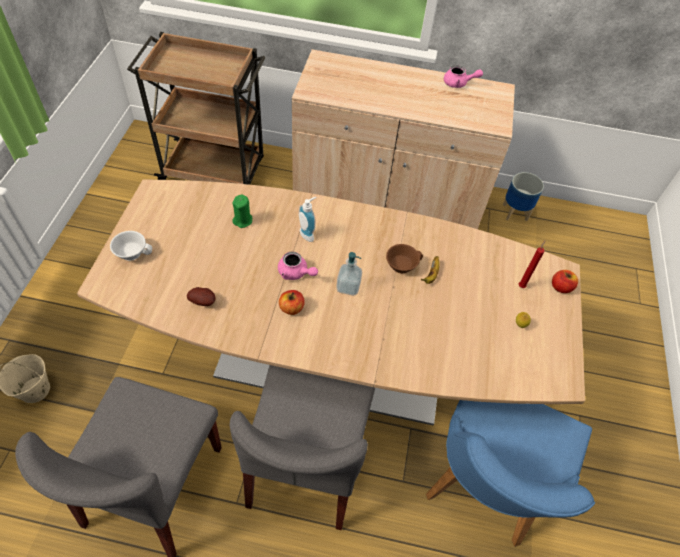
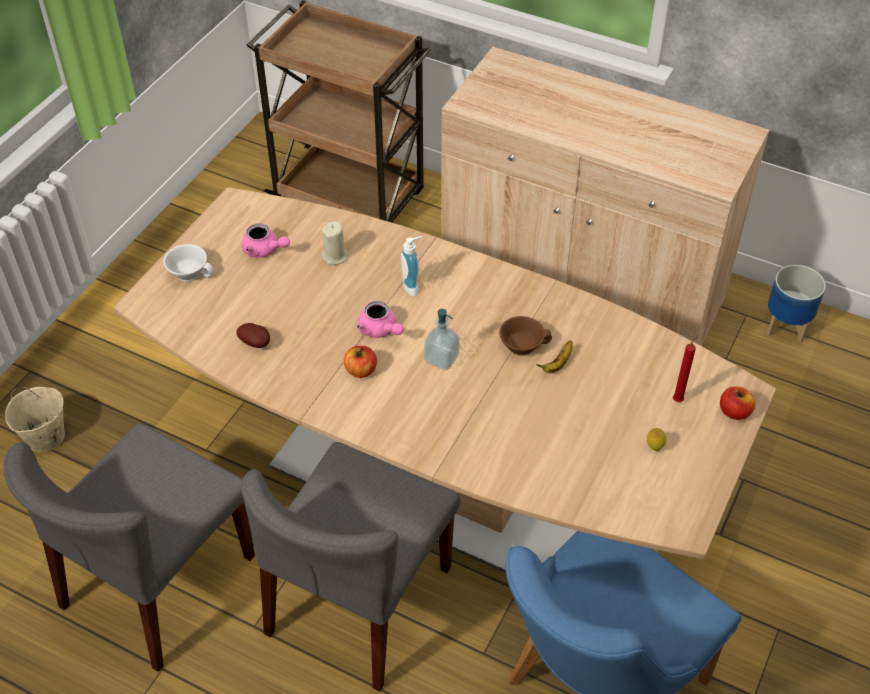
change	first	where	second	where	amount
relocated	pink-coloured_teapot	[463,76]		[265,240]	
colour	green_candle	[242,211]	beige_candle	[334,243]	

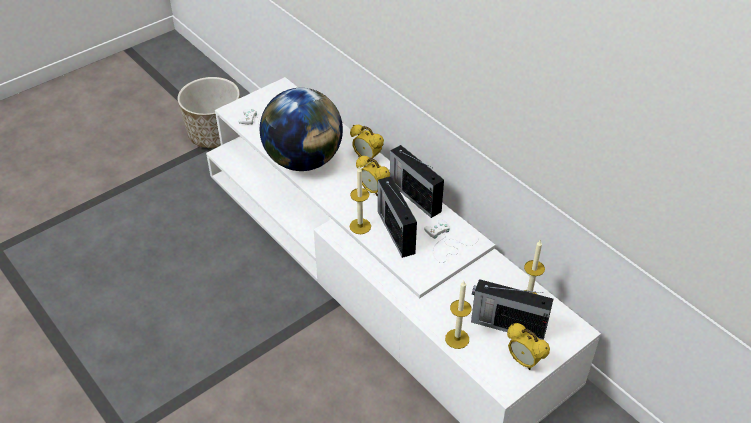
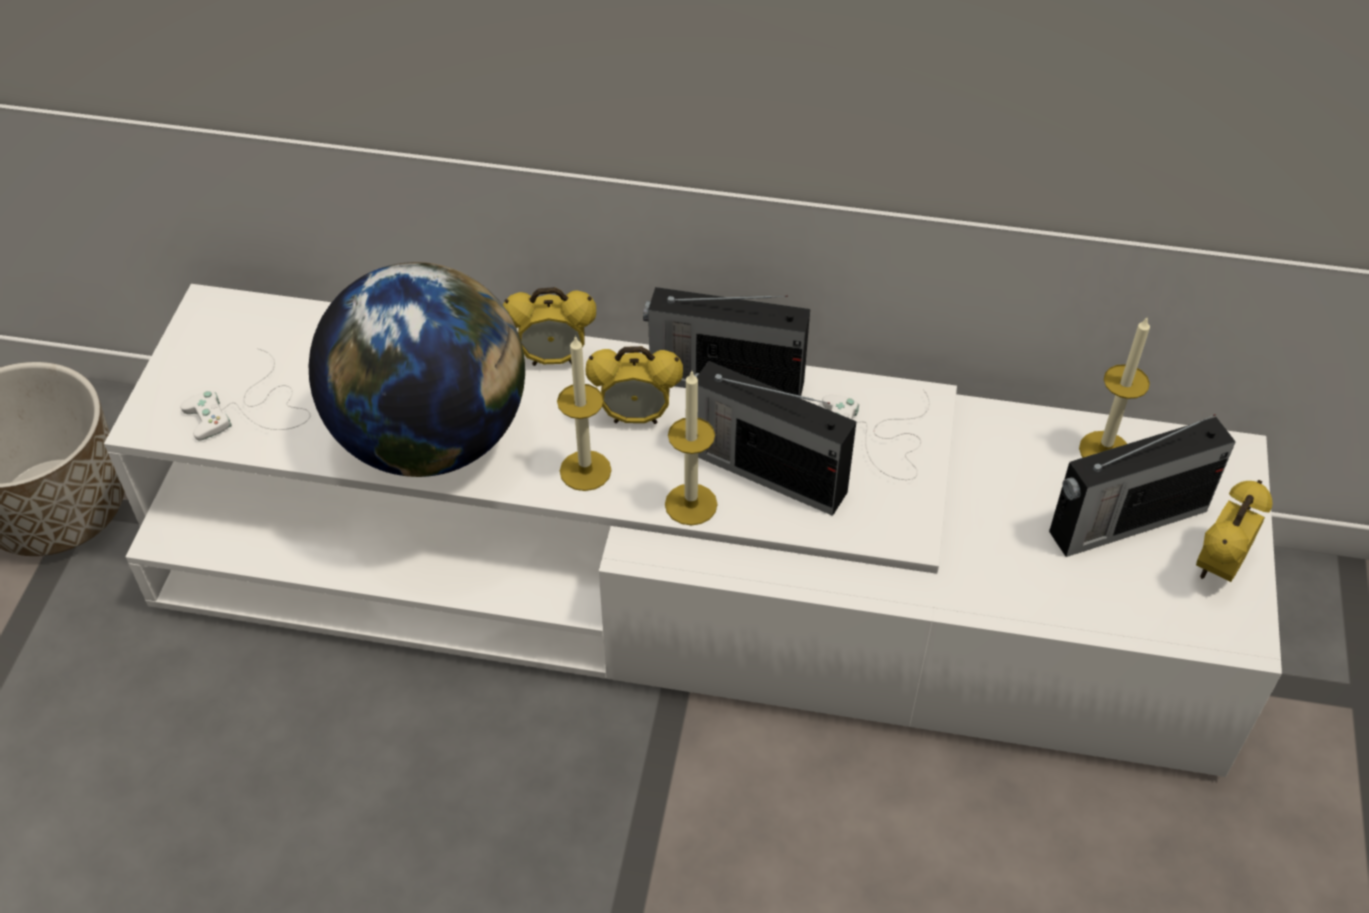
change	first	where	second	where	amount
relocated	candle	[458,315]		[584,413]	
spun	bedside_clock	[528,346]		[1234,531]	120 degrees clockwise

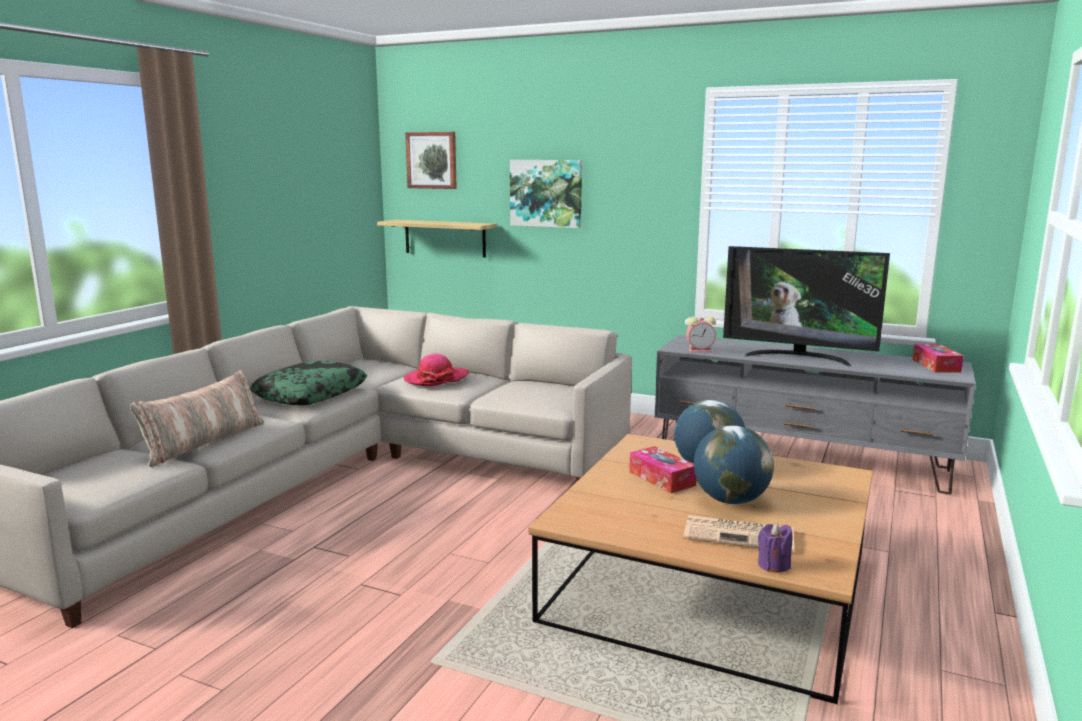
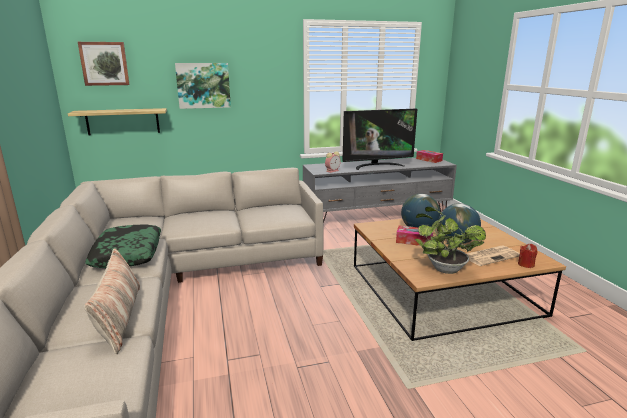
change	first	where	second	where	amount
missing	clothing_hat	[436,370]			
appeared			plant_in_a_pot	[450,240]	
colour	purple-coloured_candle	[775,547]	reddish_candle	[528,256]	

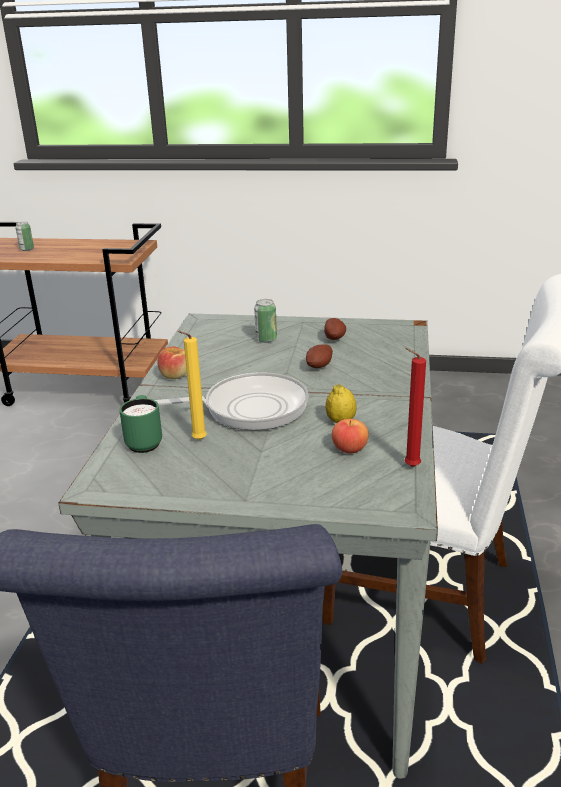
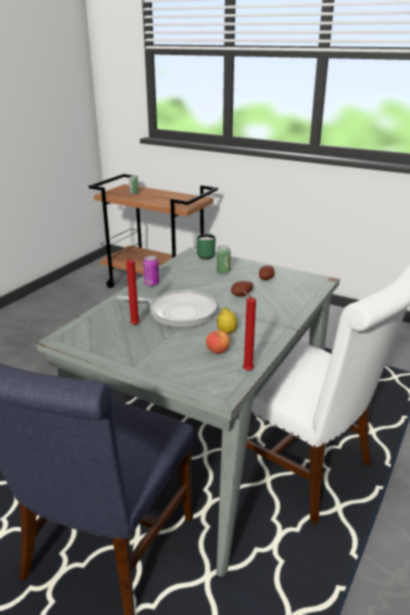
change	first	where	second	where	amount
relocated	green_tea_mug	[140,424]		[206,246]	
exchanged	whole_apple	[172,362]	can	[151,271]	
colour	yellowish_candle	[192,385]	reddish_candle	[130,289]	

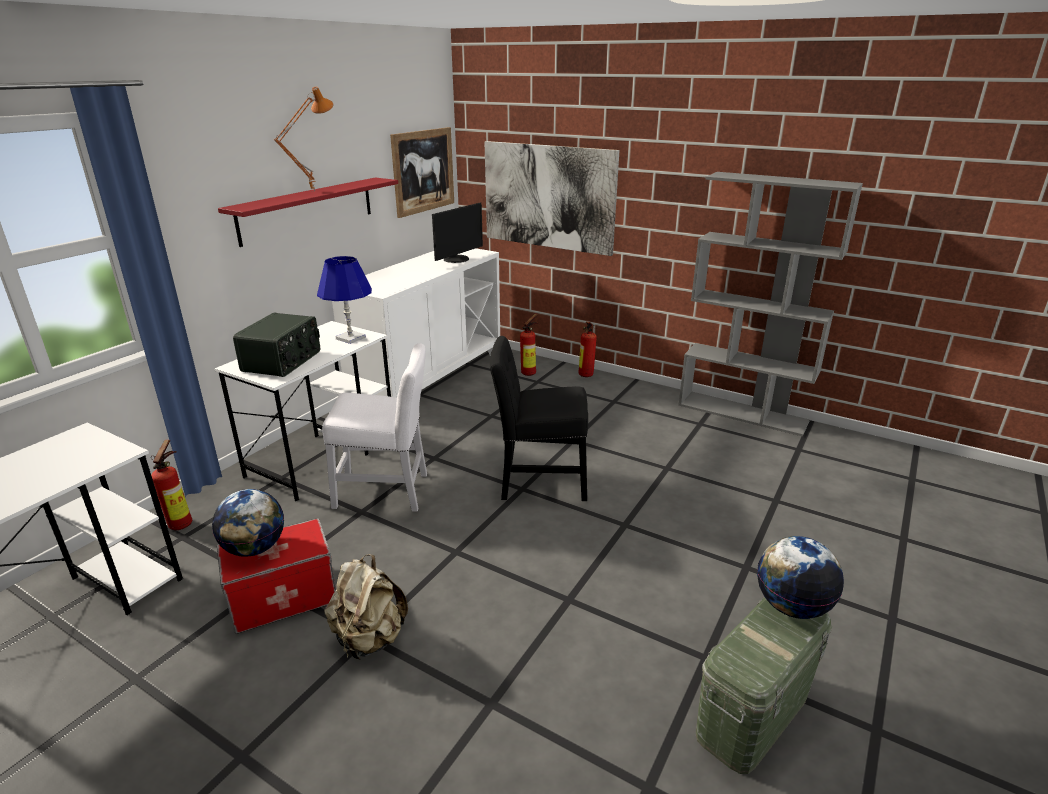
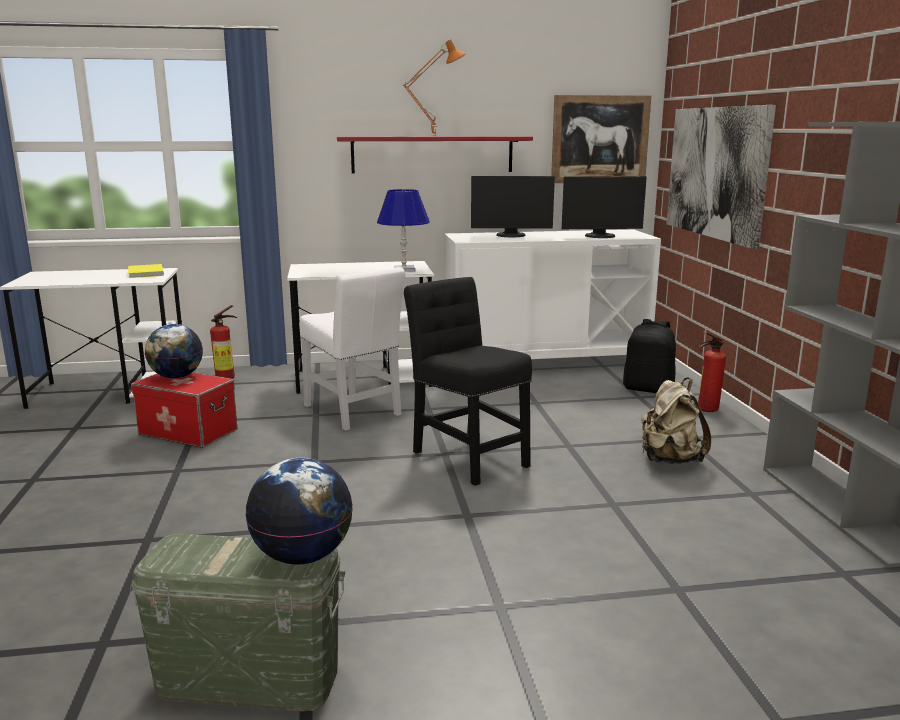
change	first	where	second	where	amount
missing	radio	[276,345]			
appeared			yellowish_book	[146,271]	
appeared			monitor	[513,206]	
relocated	beige_rucksack	[366,607]		[676,420]	
exchanged	extinguisher	[530,345]	blackish_rucksack	[649,356]	

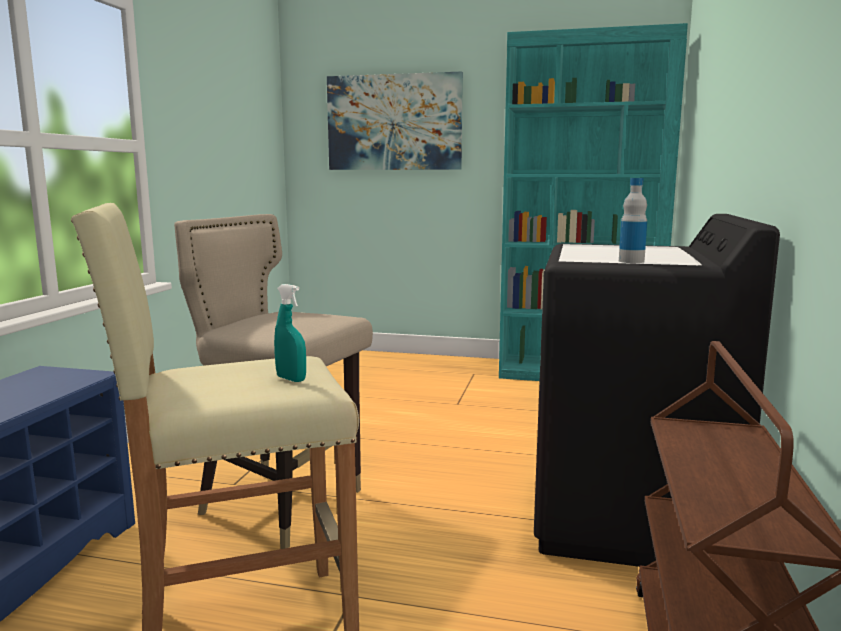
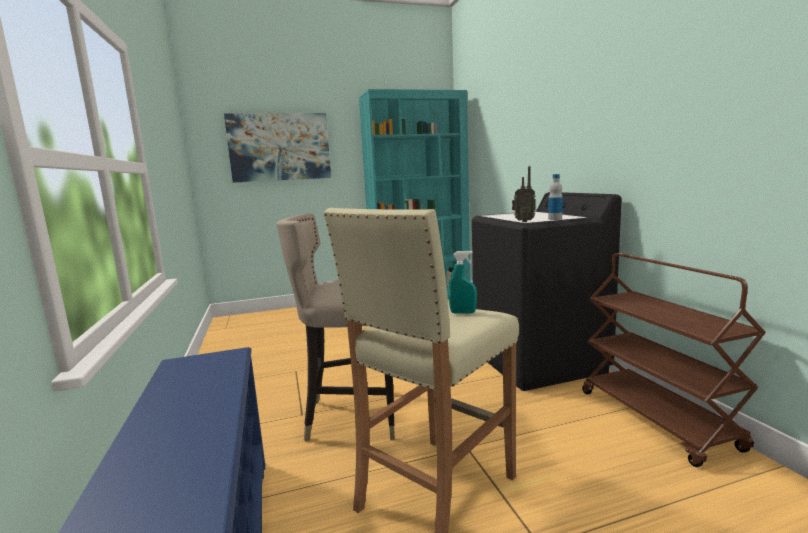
change	first	where	second	where	amount
appeared			radio	[523,194]	

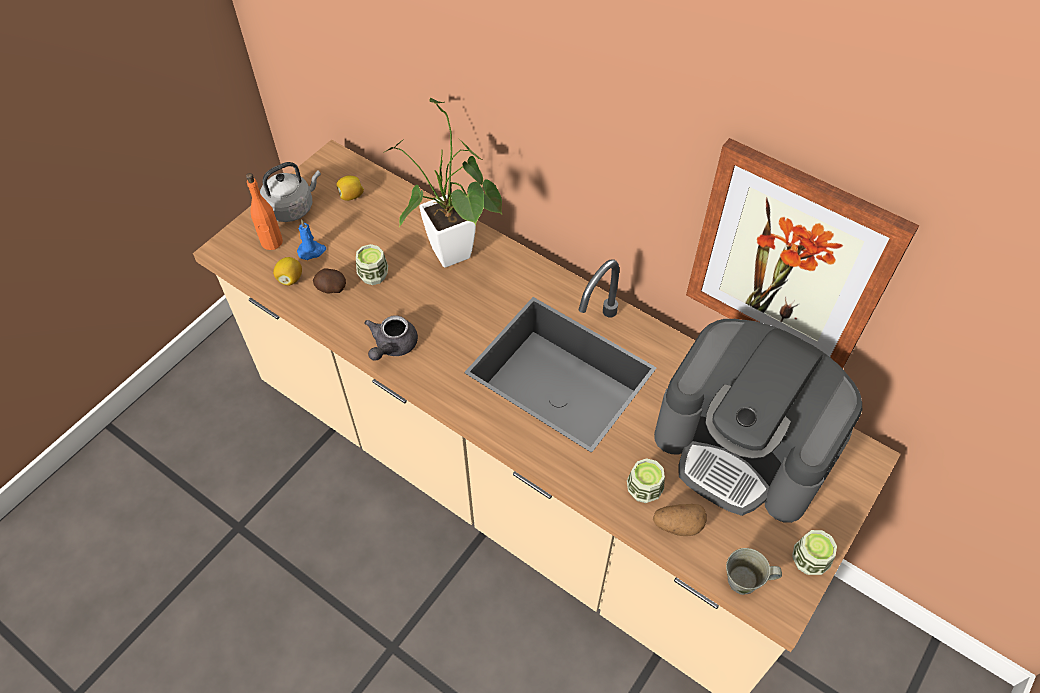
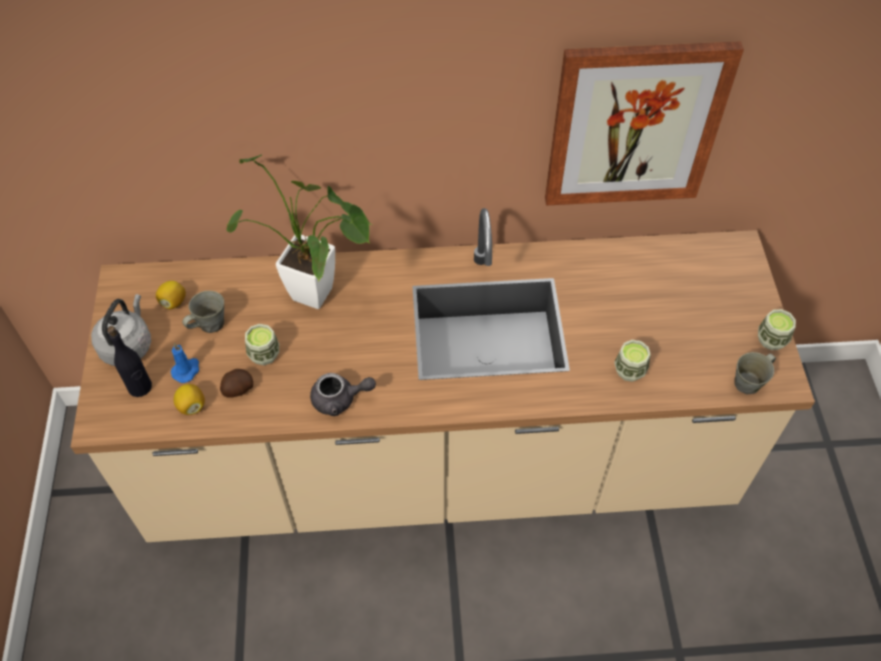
change	first	where	second	where	amount
missing	potato	[680,520]			
missing	coffee_maker	[758,421]			
appeared			grey_tea_mug	[203,312]	
colour	orangey_drink_bottle	[264,211]	blackish_drink_bottle	[129,361]	
spun	grey_teapot	[391,338]		[343,394]	75 degrees counterclockwise

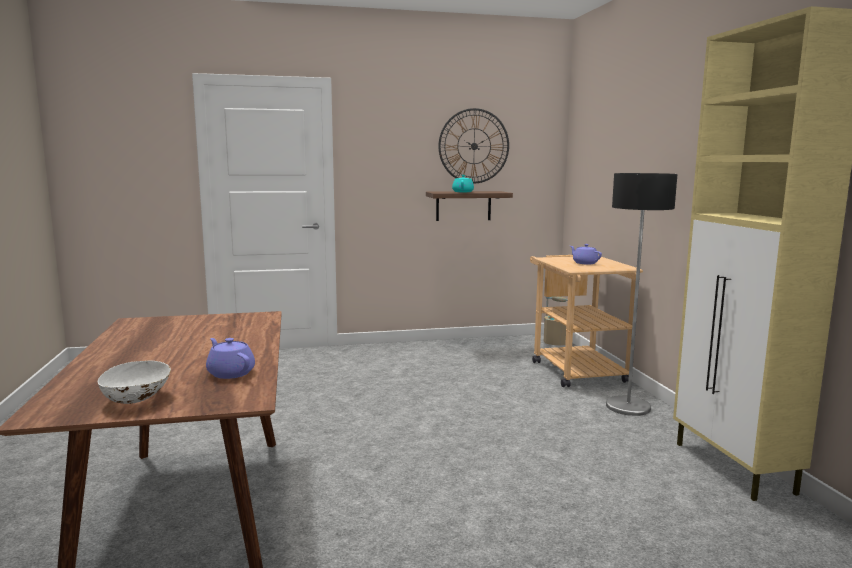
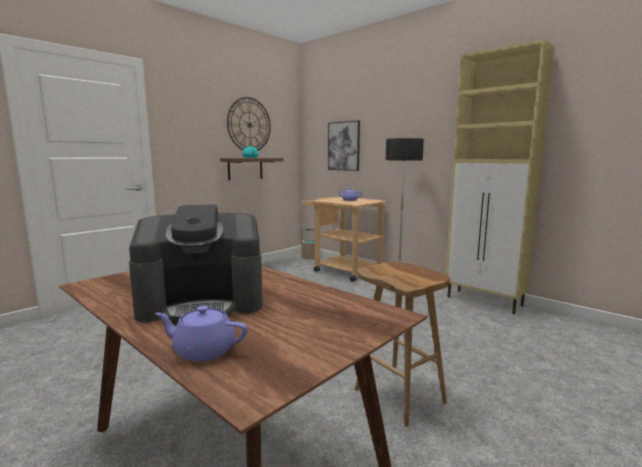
change	first	where	second	where	amount
missing	white-coloured_bowl	[134,382]			
appeared			coffee_maker	[196,264]	
appeared			wall_picture	[344,145]	
appeared			brownish_stool_seat	[402,344]	
relocated	purple-coloured_teapot	[230,358]		[201,334]	

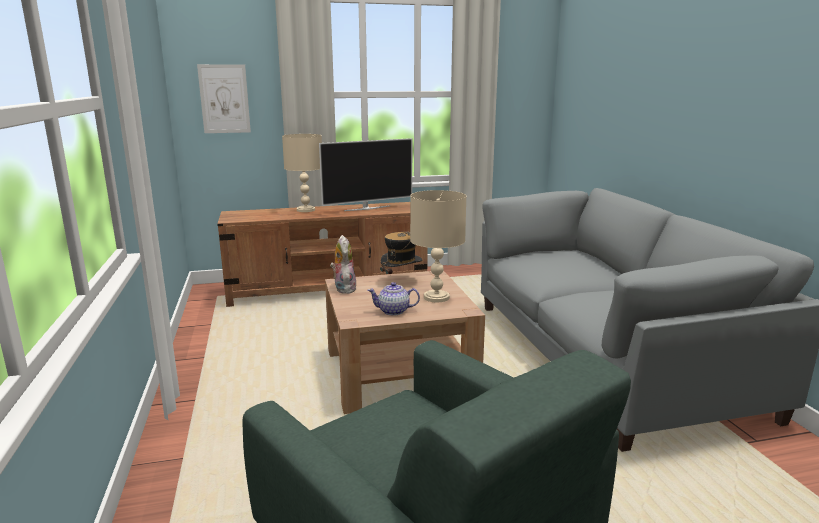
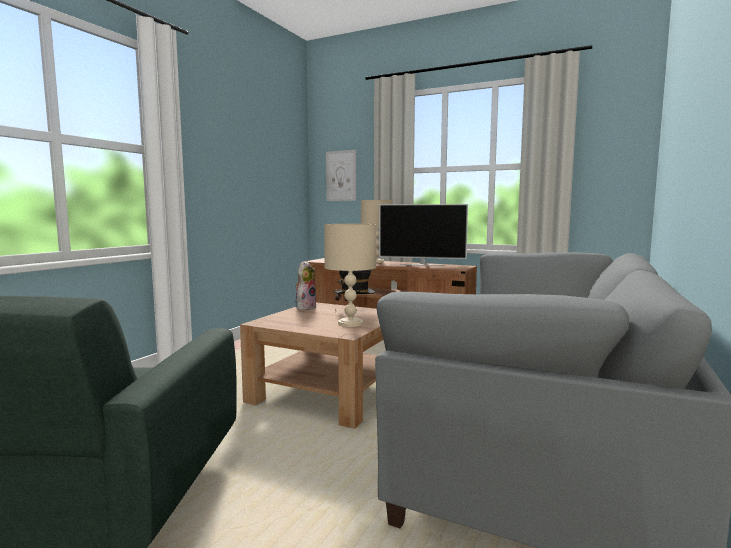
change	first	where	second	where	amount
missing	teapot	[394,299]			

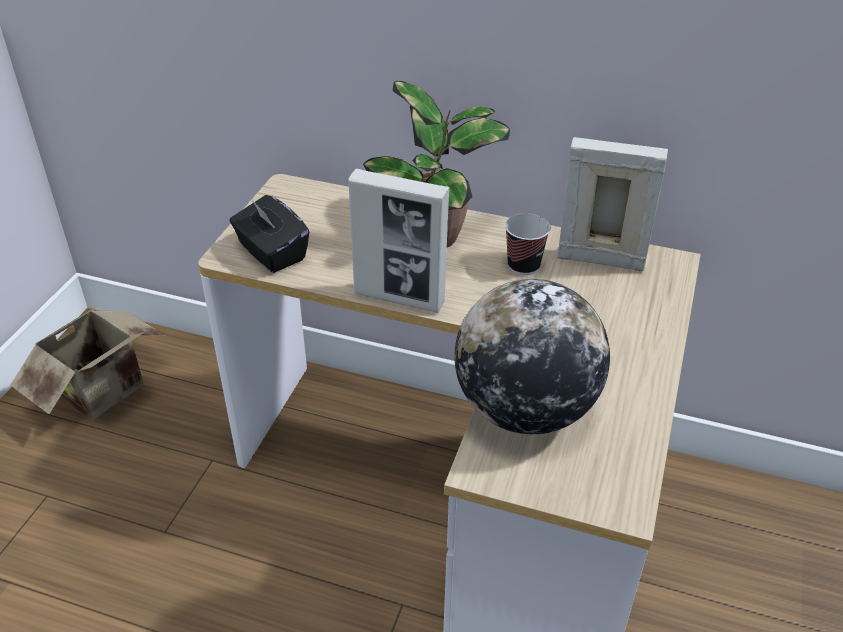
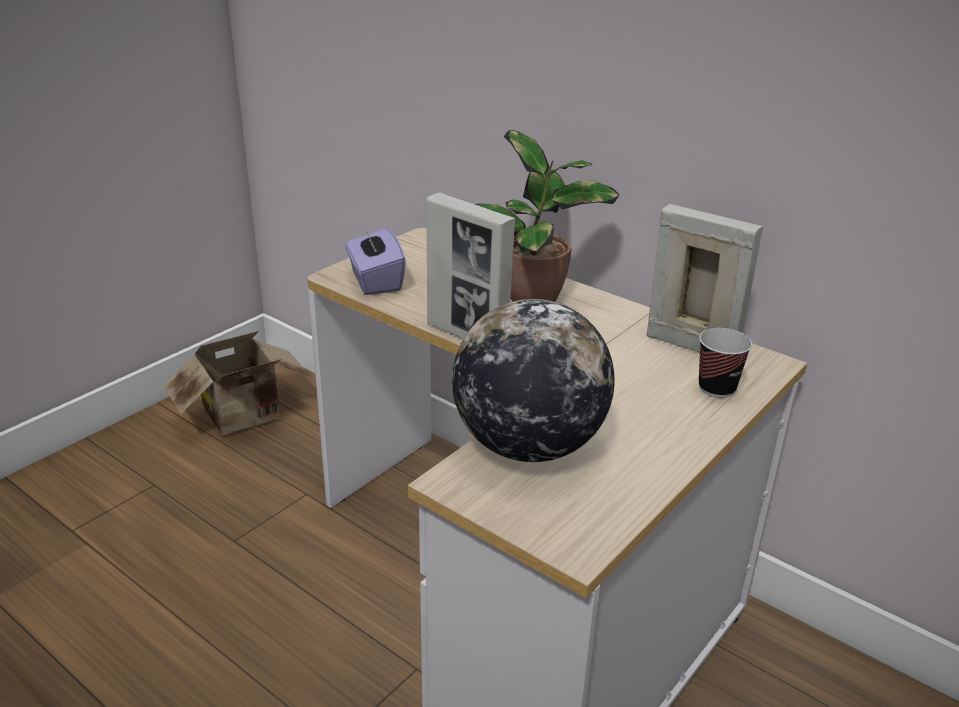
change	first	where	second	where	amount
relocated	cup	[527,244]		[725,363]	
colour	blackish_tissue_box	[269,234]	purple-coloured_tissue_box	[375,258]	

